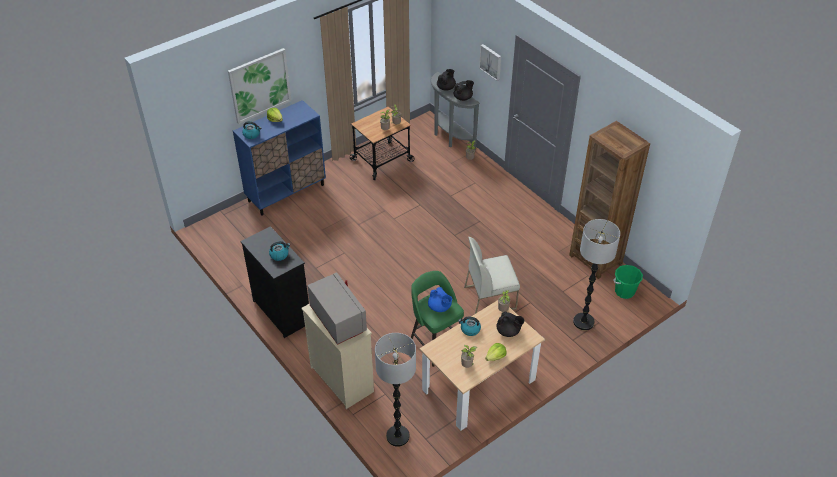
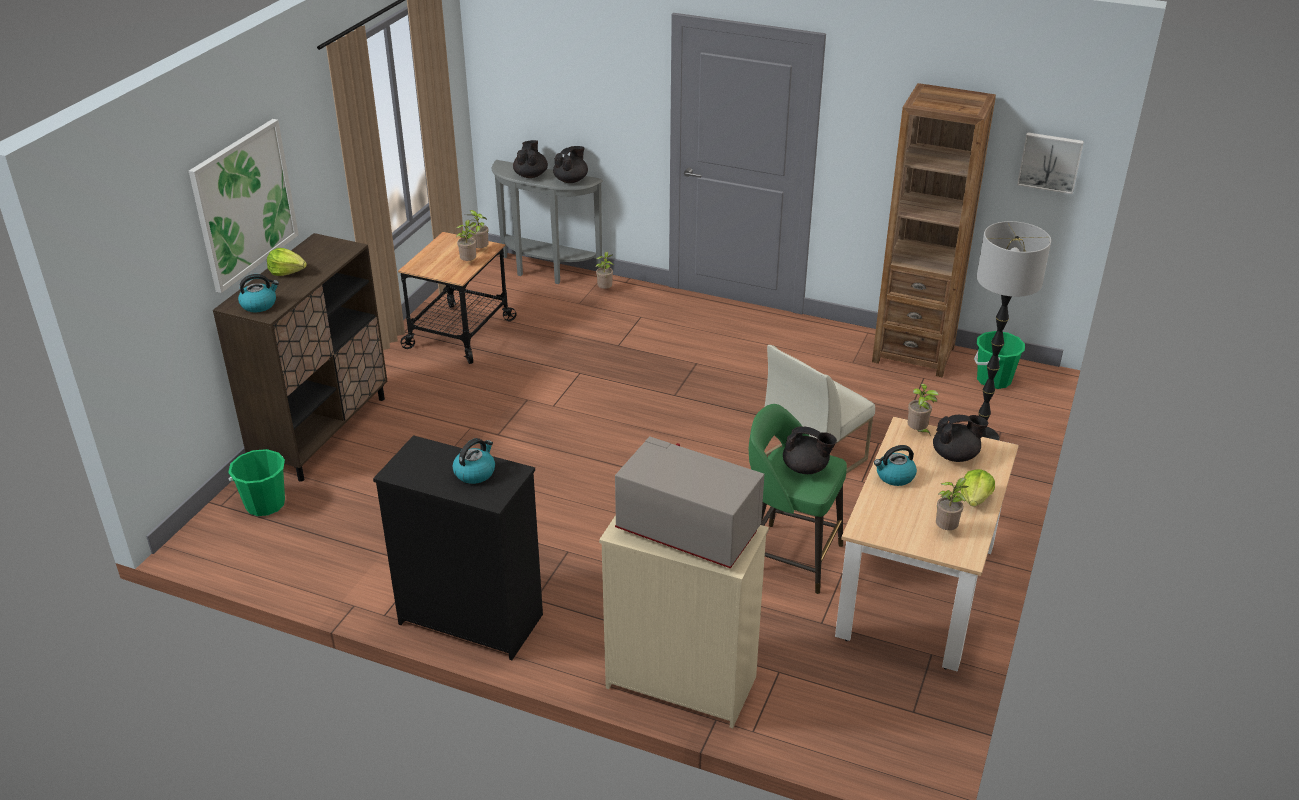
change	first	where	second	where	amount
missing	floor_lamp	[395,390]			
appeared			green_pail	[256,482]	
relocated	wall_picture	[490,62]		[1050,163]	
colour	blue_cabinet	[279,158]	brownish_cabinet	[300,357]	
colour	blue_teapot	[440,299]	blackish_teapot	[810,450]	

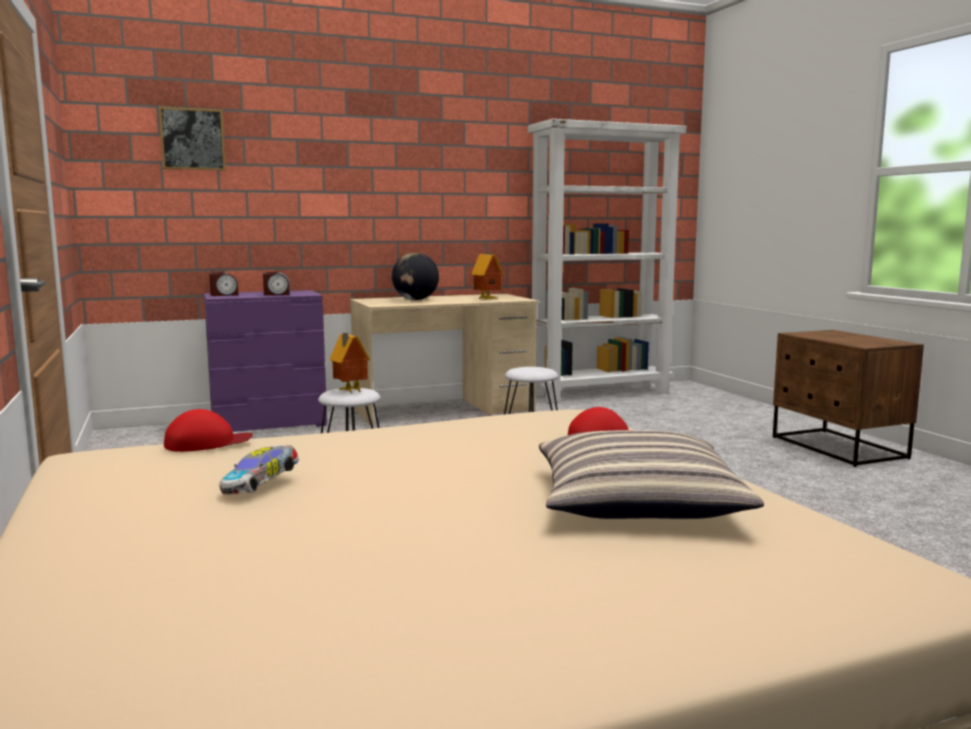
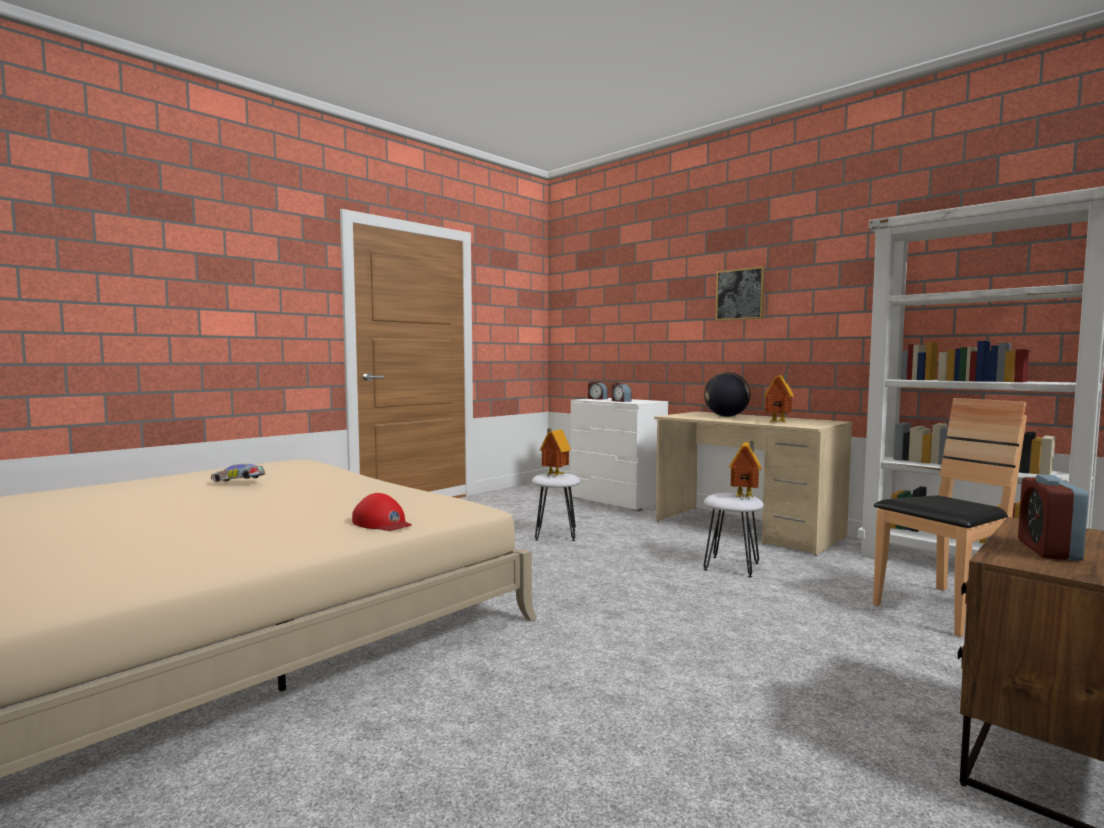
change	first	where	second	where	amount
missing	reddish_cap	[208,430]			
missing	throw_pillow	[651,474]			
appeared			toy_house	[745,469]	
appeared			brownish_plain_chair	[950,517]	
appeared			bedside_clock	[1053,517]	
relocated	wall_picture	[192,139]		[740,293]	
colour	purple-coloured_drawer_chest	[265,361]	white-coloured_drawer_chest	[619,455]	

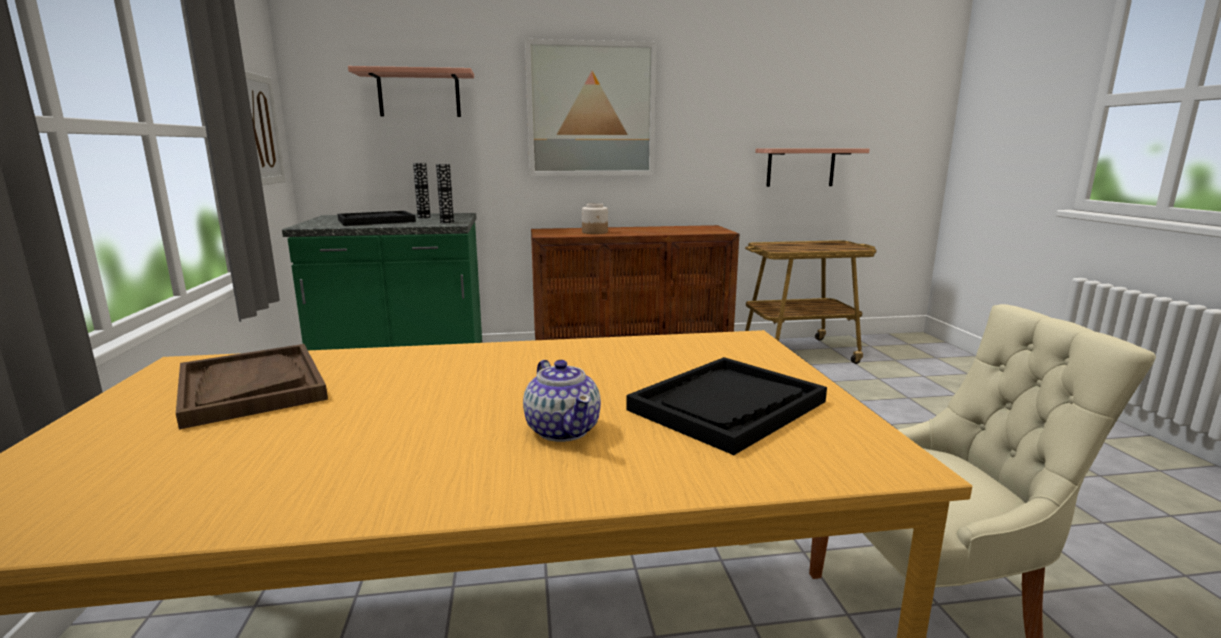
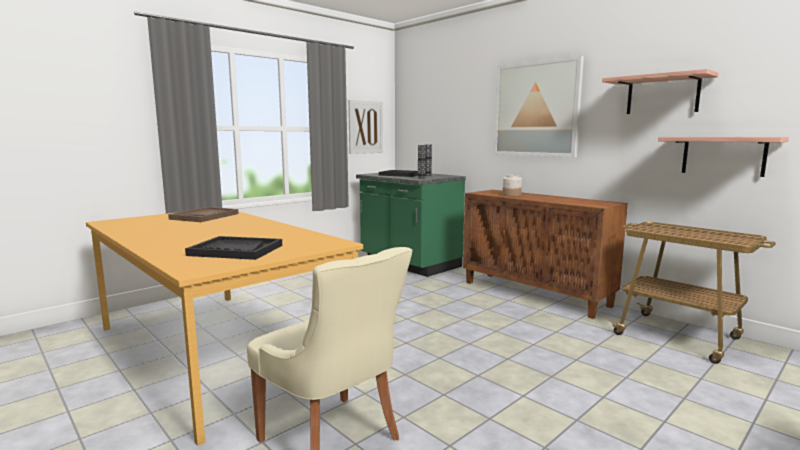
change	first	where	second	where	amount
missing	teapot	[562,401]			
relocated	shelf	[411,91]		[660,91]	

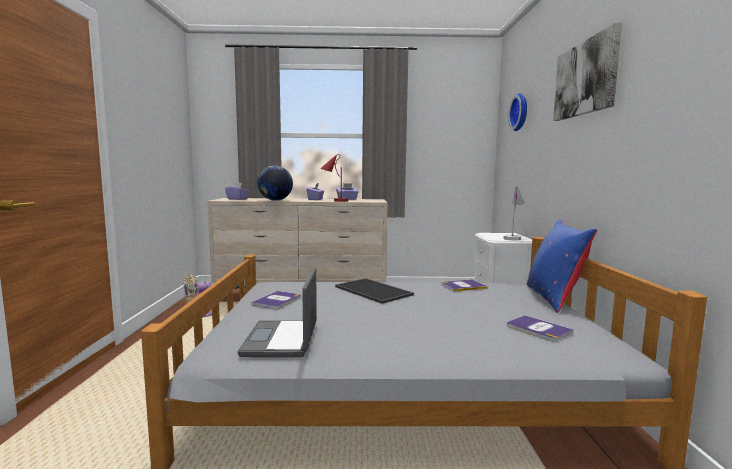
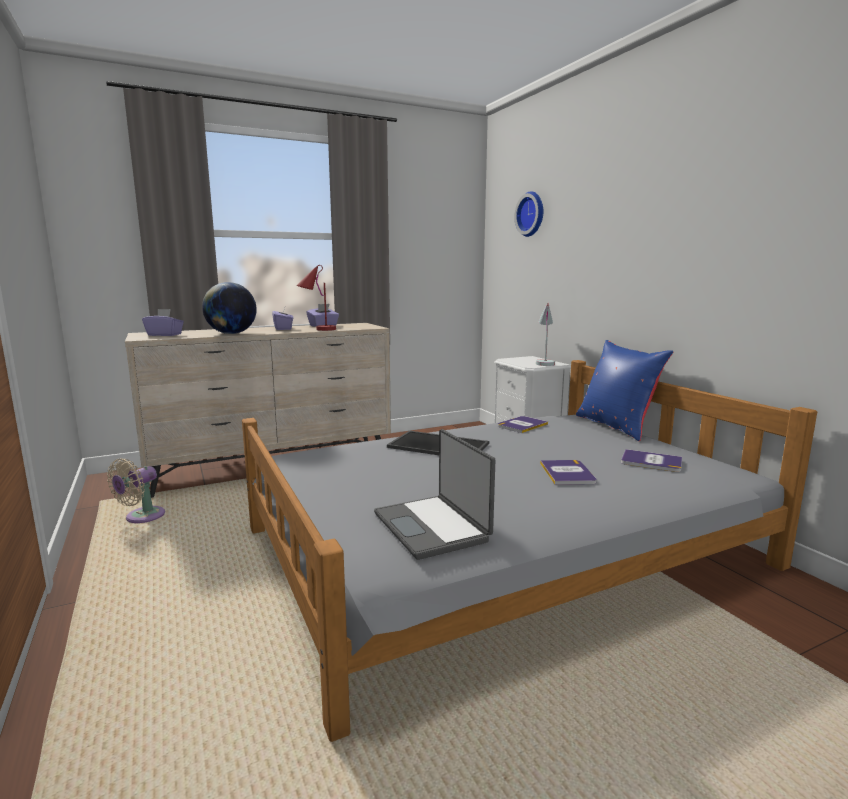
change	first	where	second	where	amount
missing	wall_picture	[587,72]			
relocated	book	[276,300]		[568,472]	

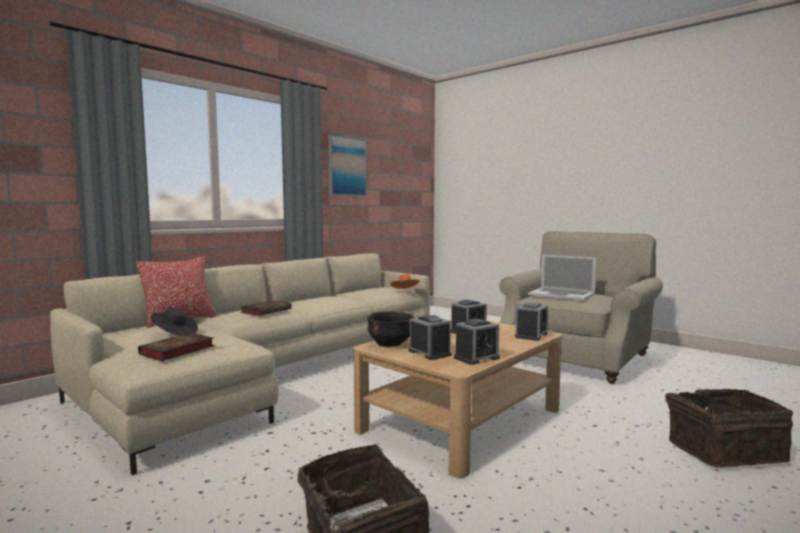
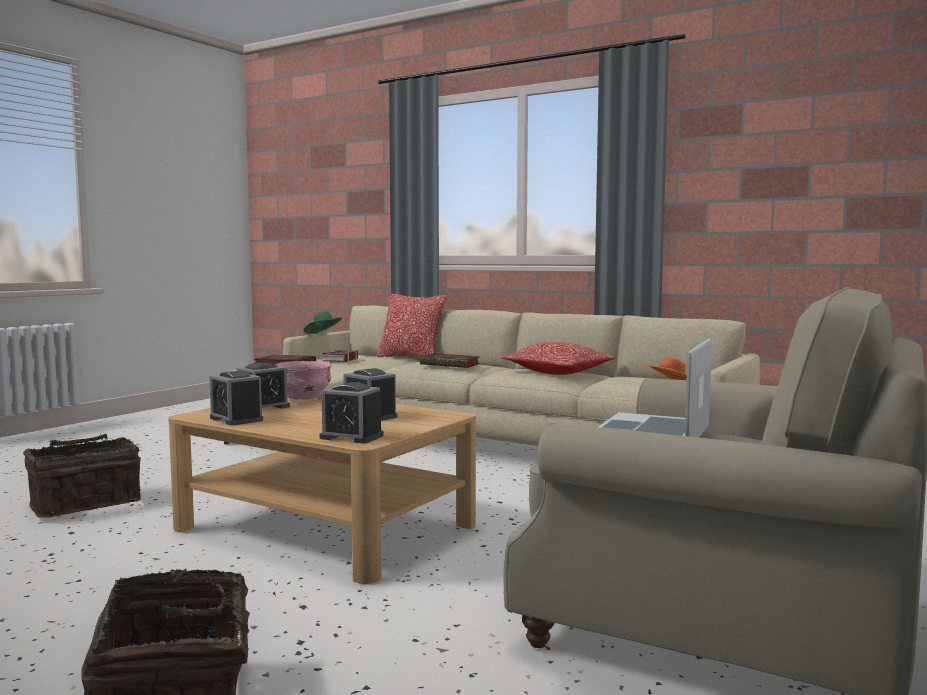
change	first	where	second	where	amount
missing	wall_picture	[347,165]			
appeared			green_clothing_hat	[323,323]	
appeared			throw_pillow	[558,358]	
exchanged	blackish_clothing_hat	[174,321]	book	[340,356]	
colour	blackish_bowl	[391,329]	pink-coloured_bowl	[303,380]	

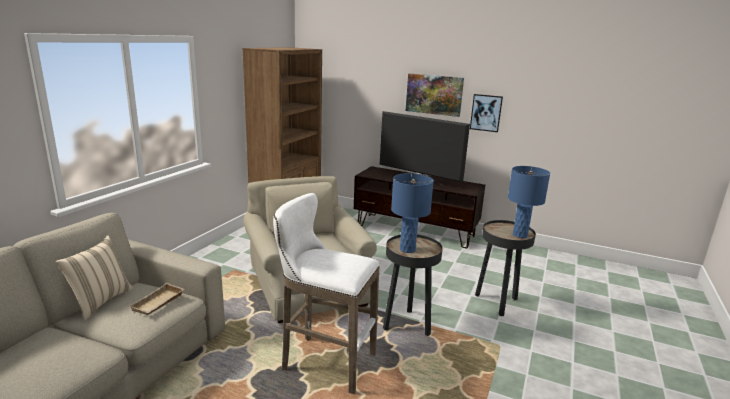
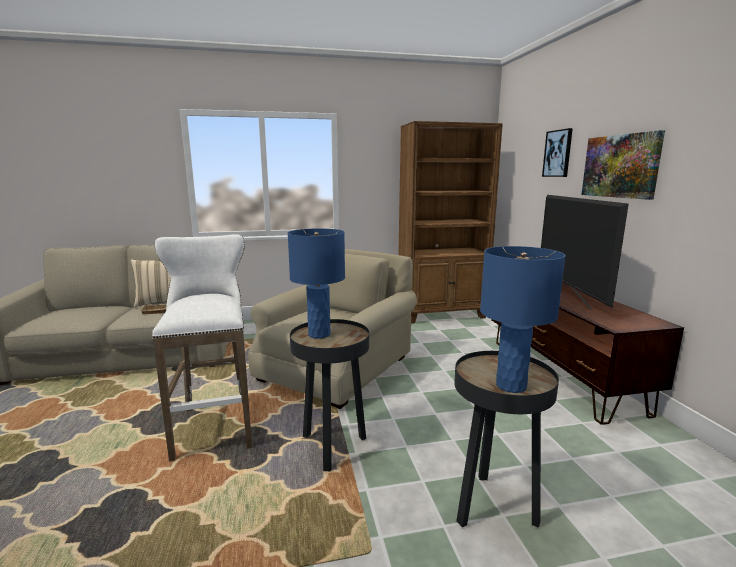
change	first	where	second	where	amount
relocated	wall_picture	[486,113]		[557,152]	

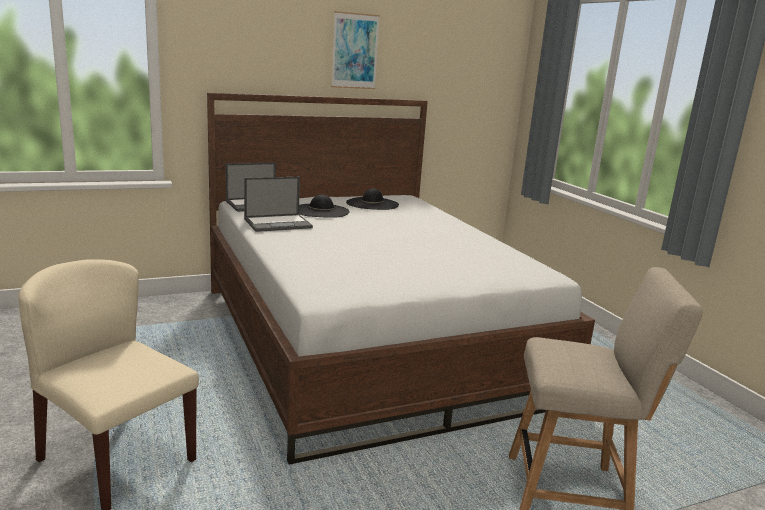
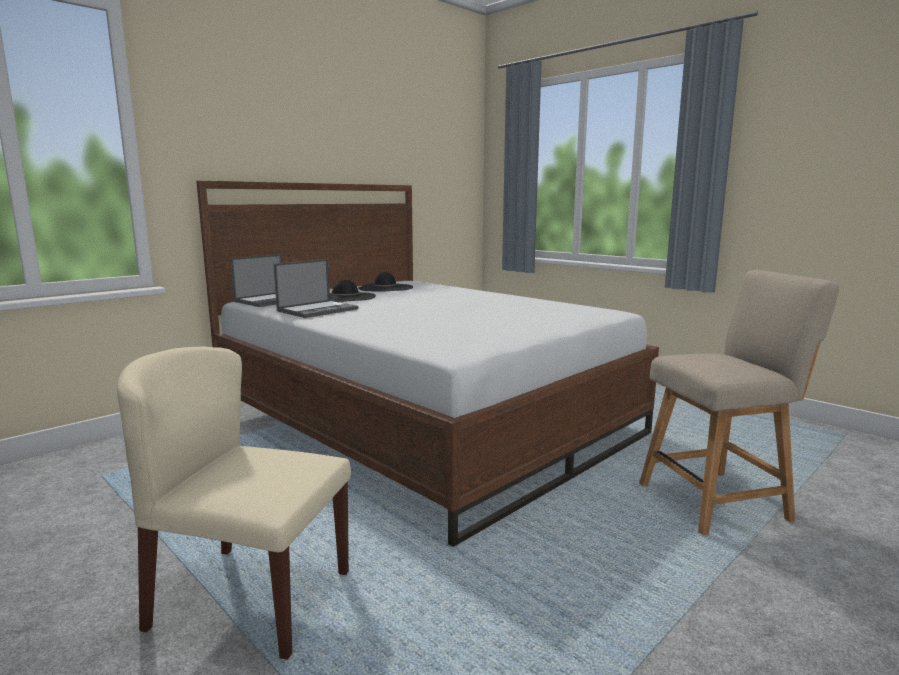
change	first	where	second	where	amount
missing	wall_picture	[356,50]			

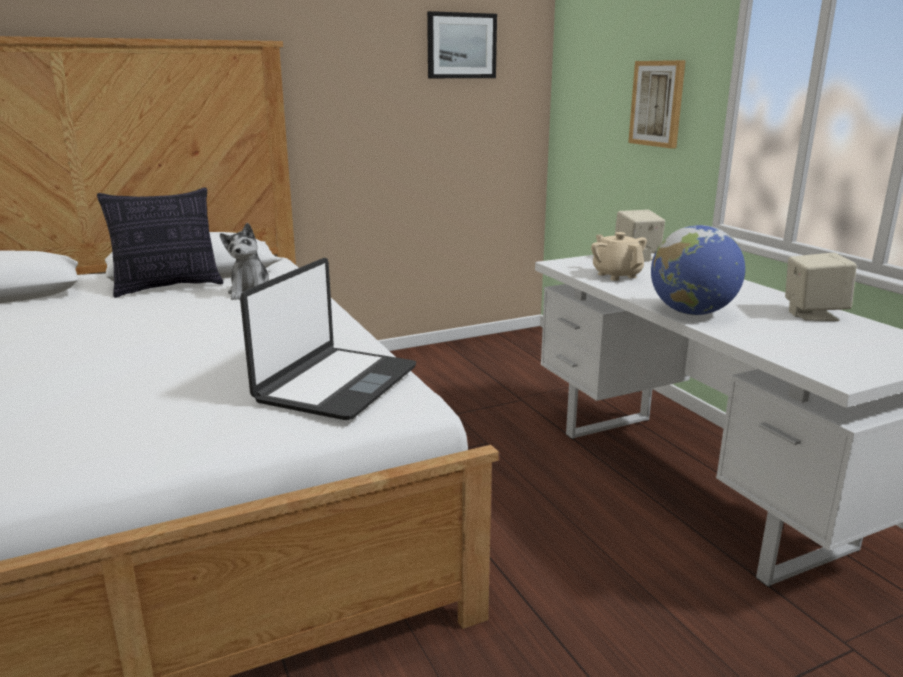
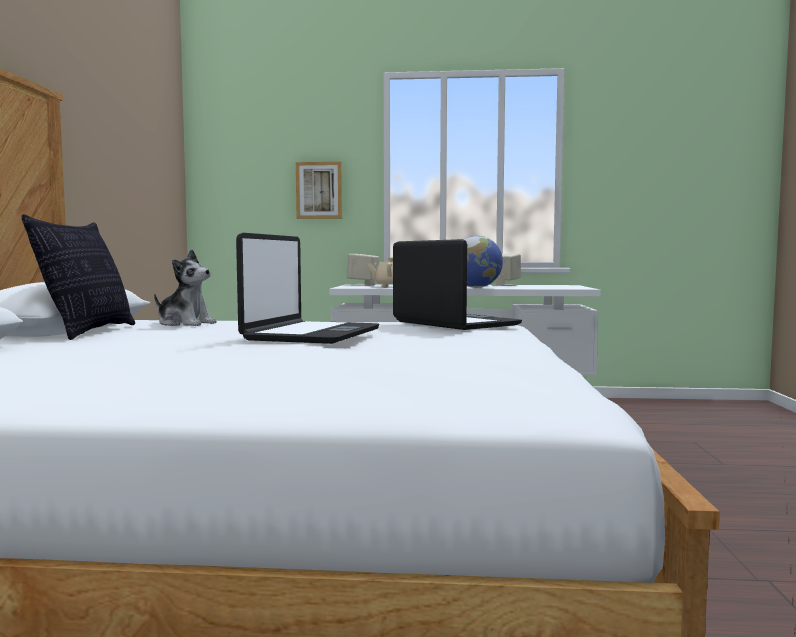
change	first	where	second	where	amount
missing	wall_picture	[462,44]			
appeared			portable_computer	[307,288]	

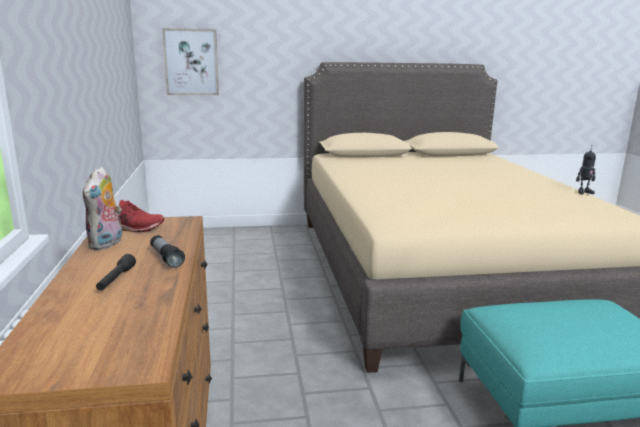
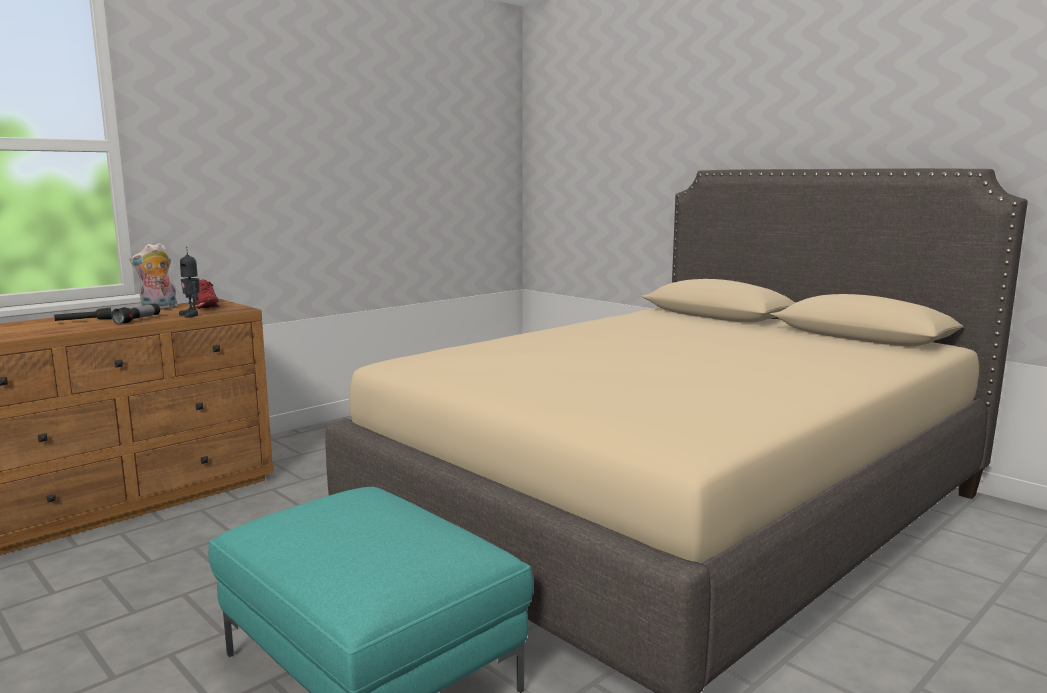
change	first	where	second	where	amount
missing	wall_picture	[190,61]			
relocated	model_robot	[586,169]		[189,282]	

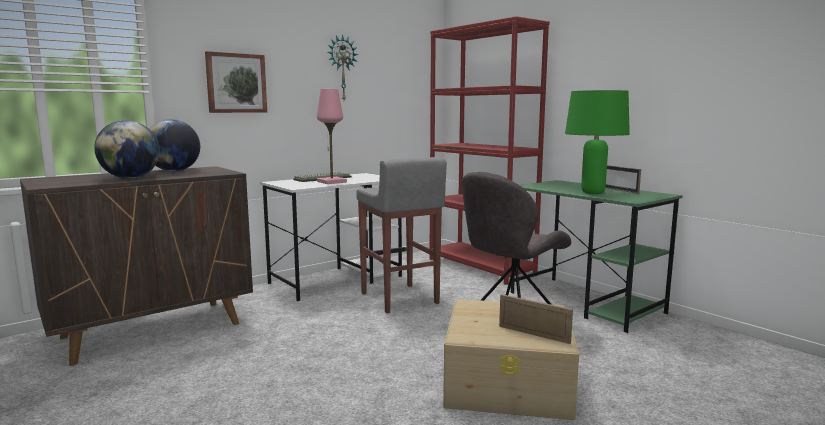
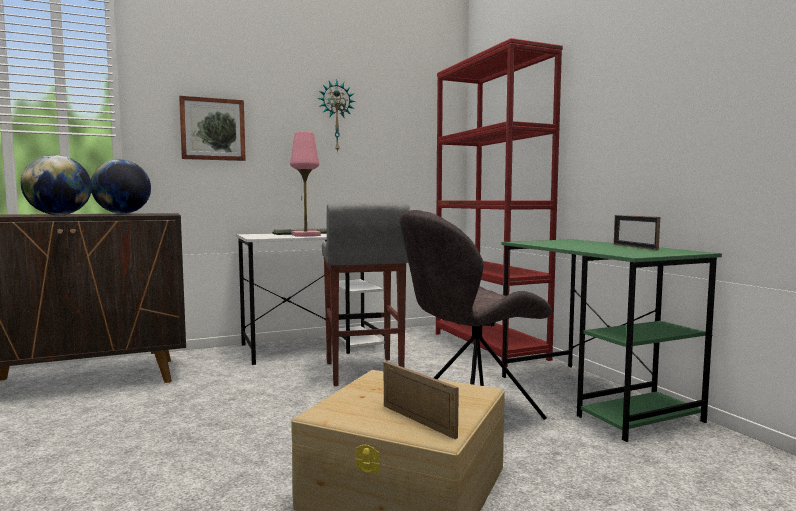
change	first	where	second	where	amount
missing	green_tabletop_lamp	[597,142]			

